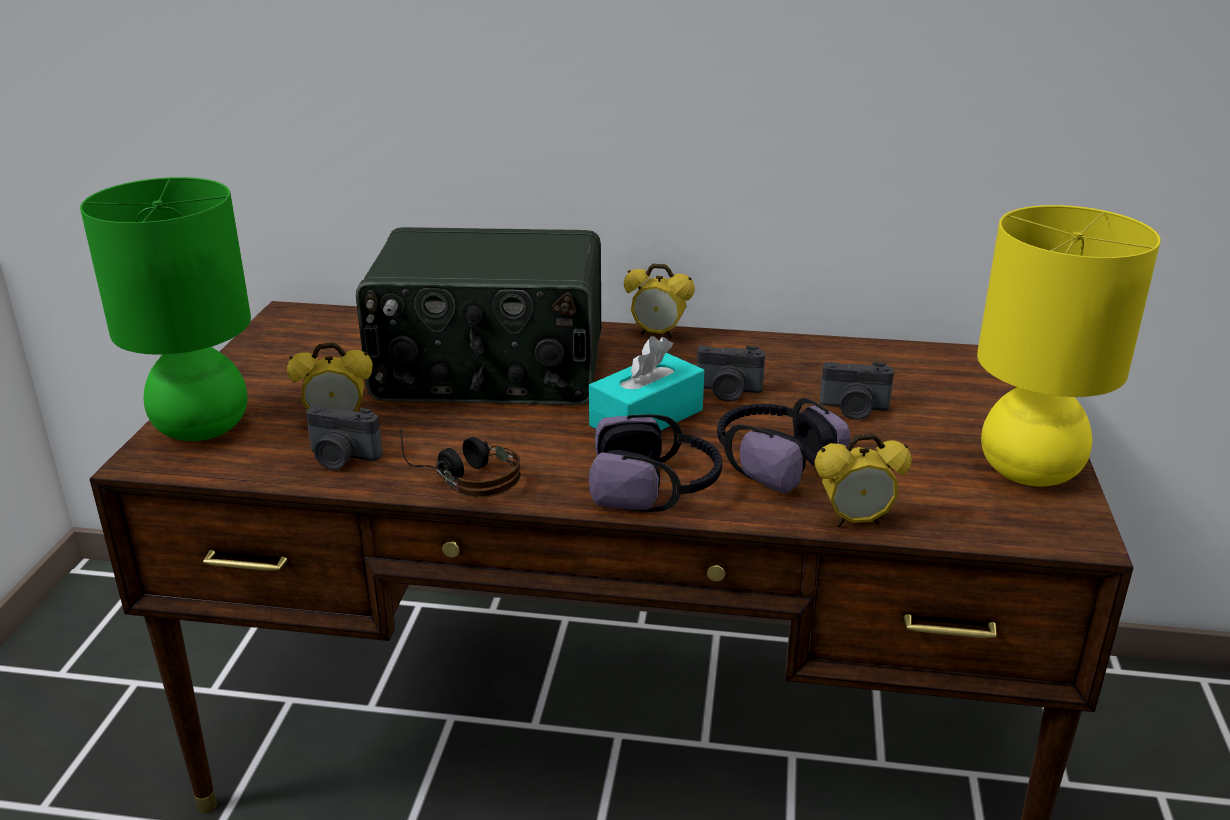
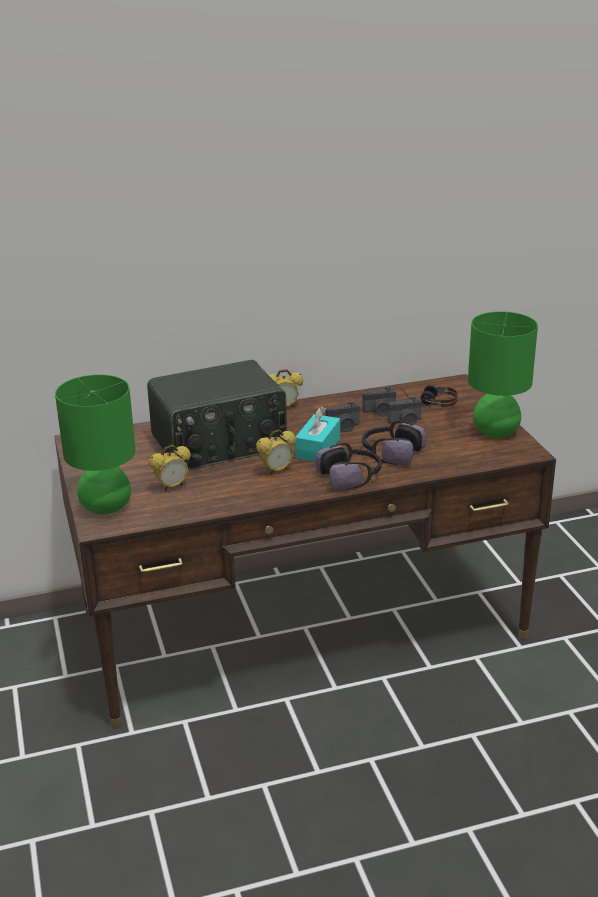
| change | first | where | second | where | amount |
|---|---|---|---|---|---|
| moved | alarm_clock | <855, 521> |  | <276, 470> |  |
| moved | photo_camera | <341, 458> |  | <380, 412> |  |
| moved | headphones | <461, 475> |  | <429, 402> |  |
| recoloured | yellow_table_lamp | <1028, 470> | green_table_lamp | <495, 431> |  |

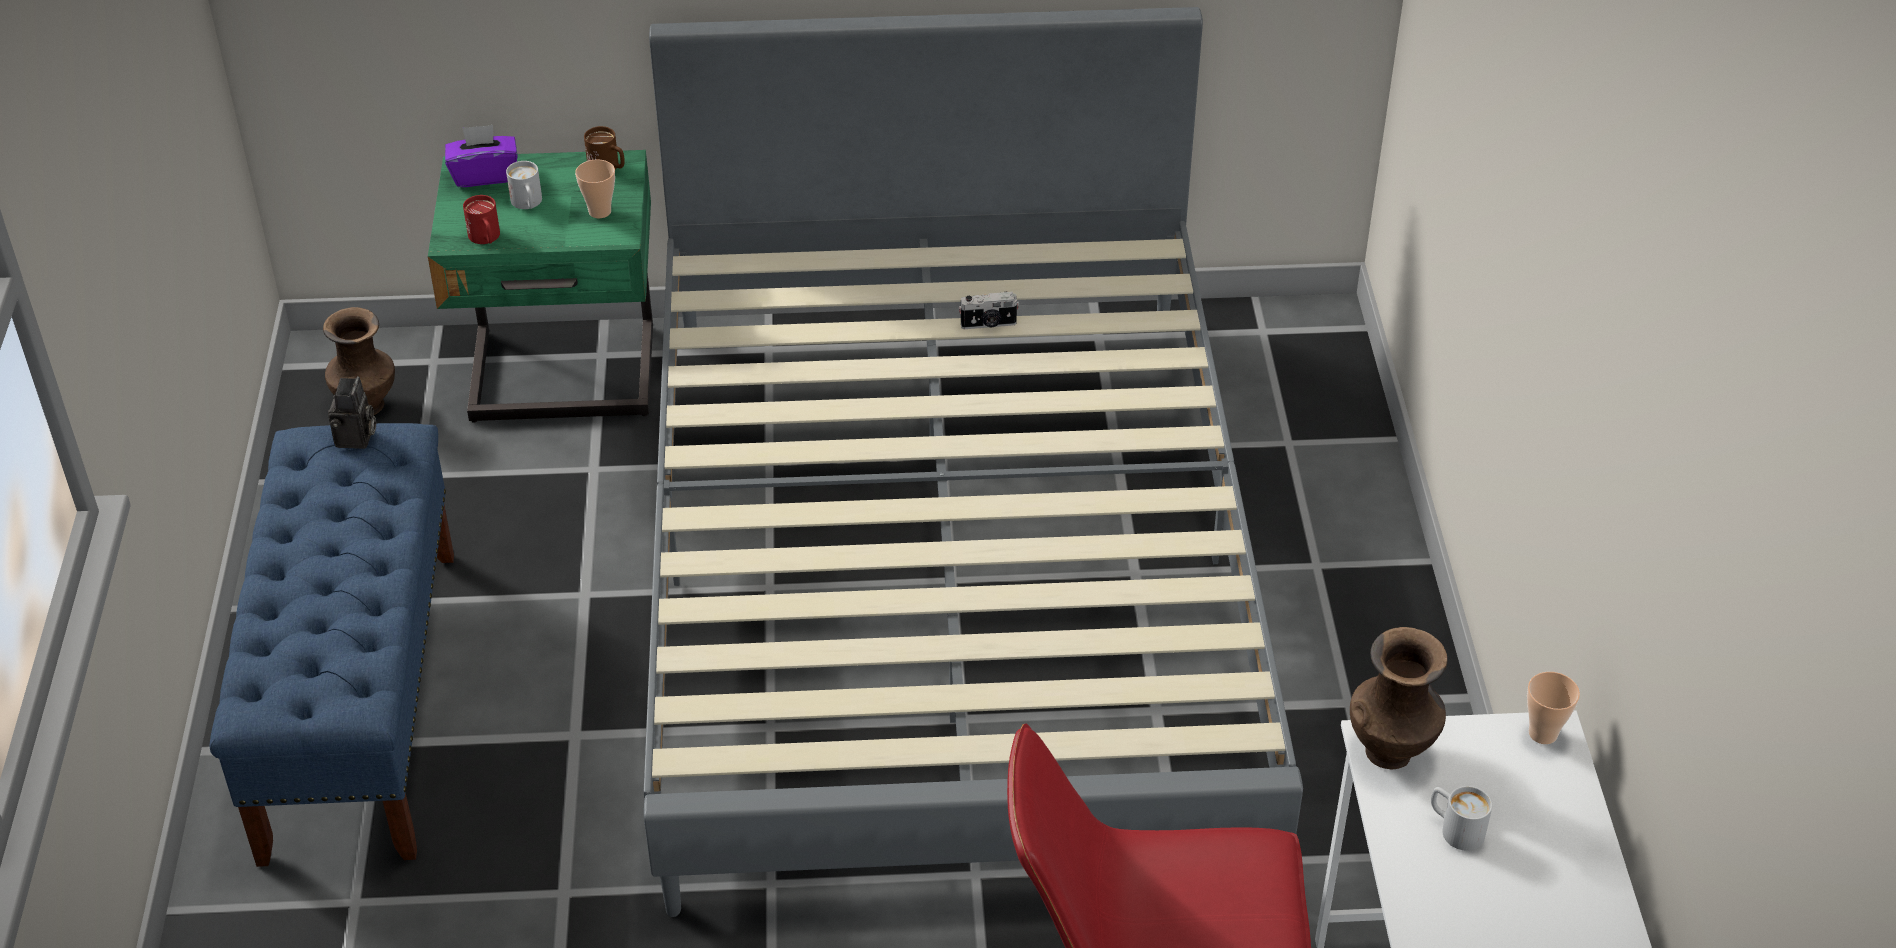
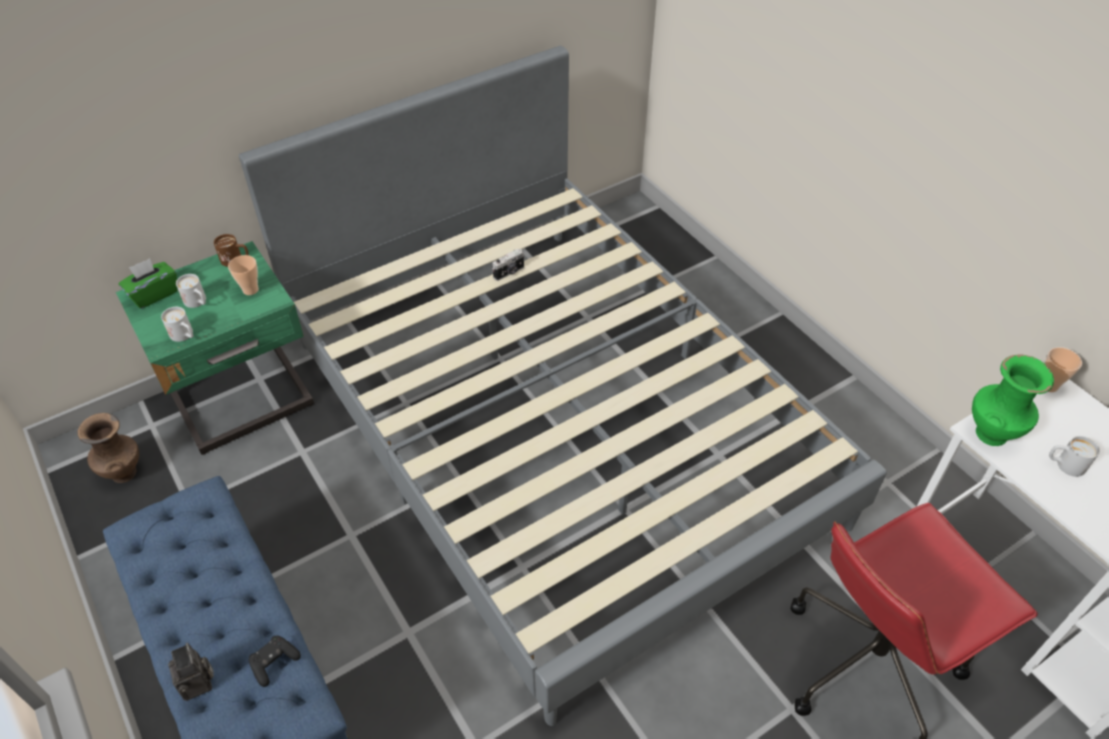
| change | first | where | second | where | amount |
|---|---|---|---|---|---|
| recoloured | purple_tissue_box | <484, 175> | green_tissue_box | <154, 294> |  |
| recoloured | red_mug | <486, 239> | white_mug | <184, 336> |  |
| moved | photo_camera | <356, 439> |  | <199, 684> |  |
| added |  |  | black_game_controller | <274, 663> |  |
| recoloured | brown_vase | <1391, 750> | green_vase | <991, 433> |  |

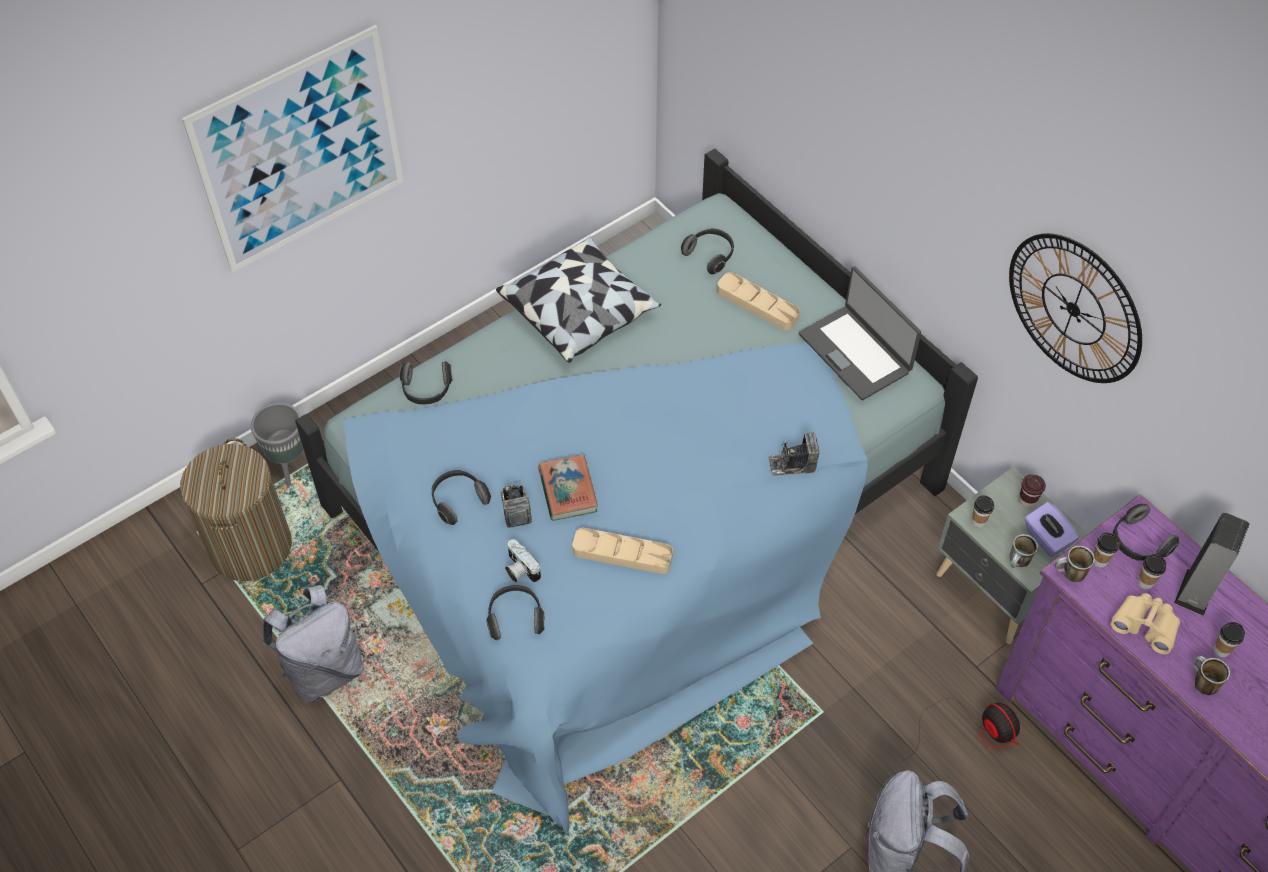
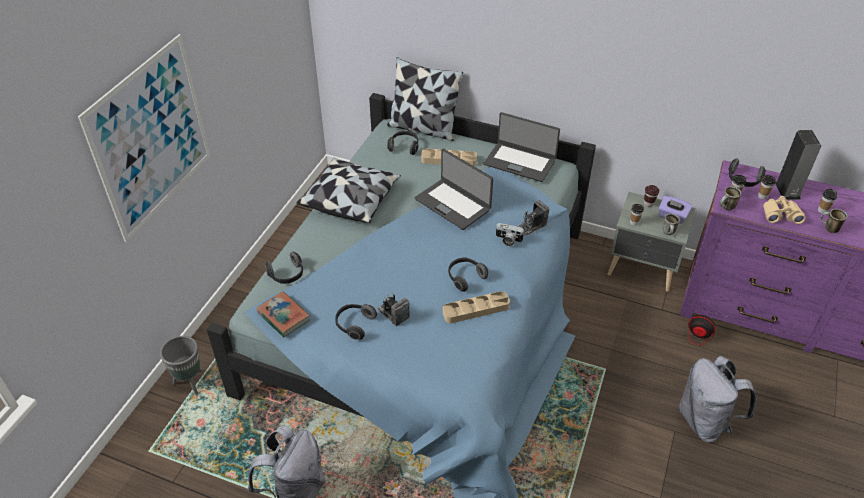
| change | first | where | second | where | amount |
|---|---|---|---|---|---|
| moved | book | <568, 490> |  | <283, 316> |  |
| added |  |  | pillow | <423, 128> |  |
| added |  |  | laptop | <453, 204> |  |
| moved | headphones | <515, 617> |  | <465, 278> |  |
| moved | photo_camera | <519, 570> |  | <508, 240> |  |
| removed | laundry_basket | <250, 546> |  |  |  |
| removed | wall_clock | <1073, 308> |  |  |  |

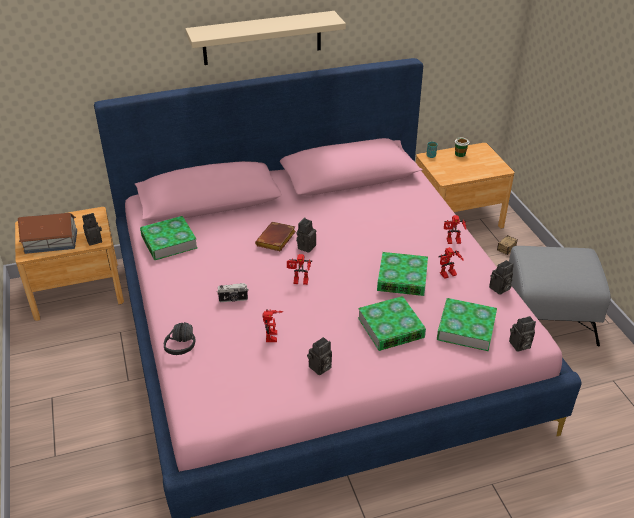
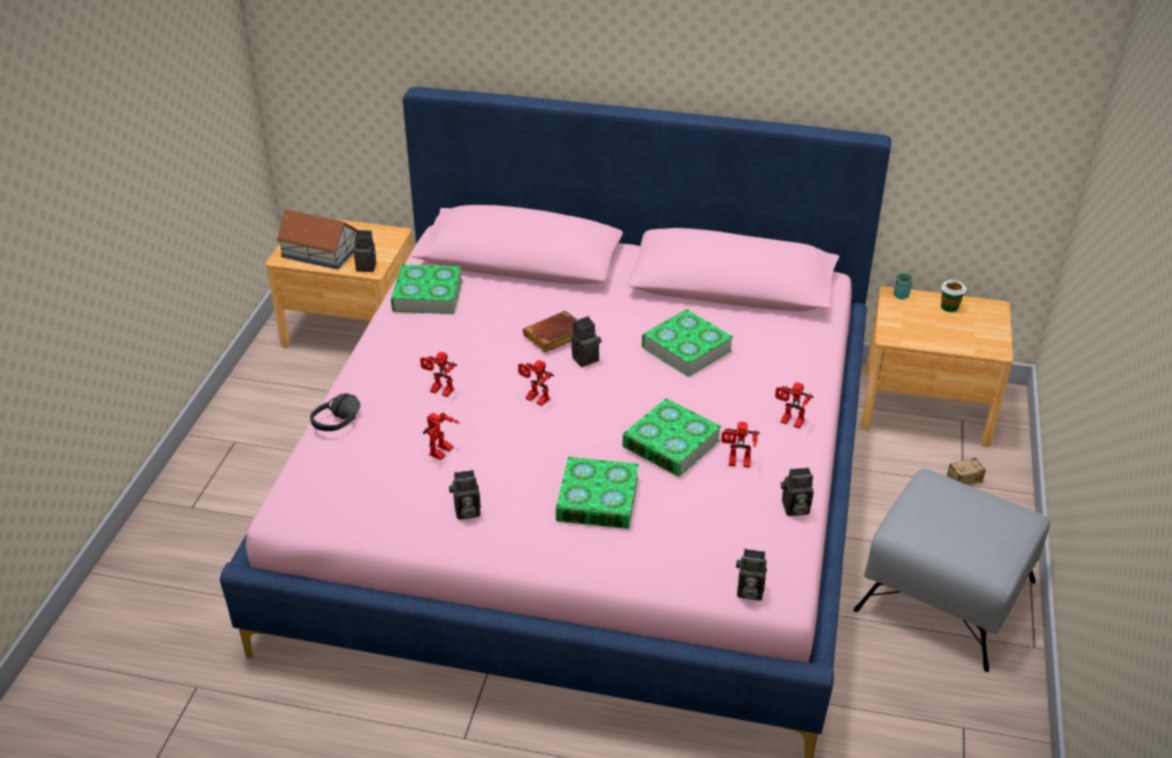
| change | first | where | second | where | amount |
|---|---|---|---|---|---|
| replaced | photo_camera | <233, 300> | toy_robot | <439, 391> |  |
| moved | book | <466, 328> |  | <686, 348> |  |
| removed | beige_shelf | <262, 38> |  |  |  |

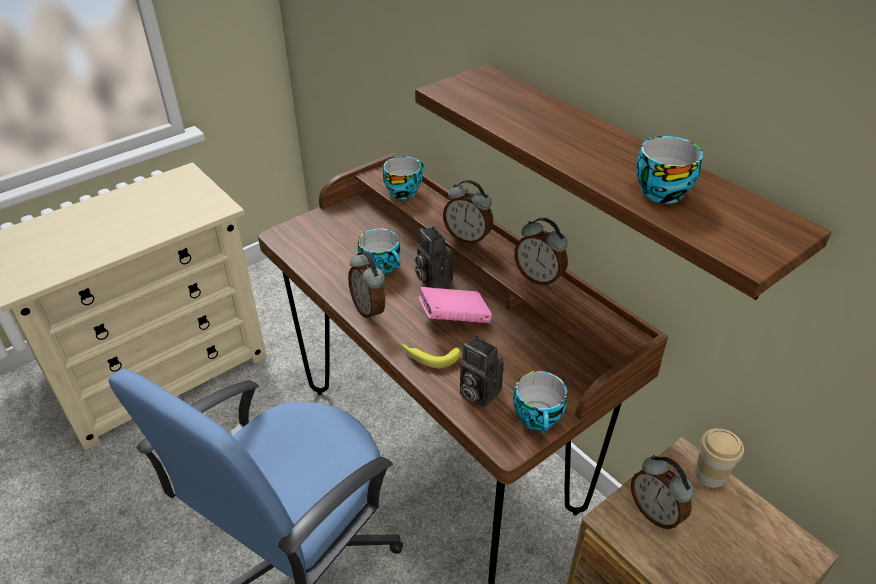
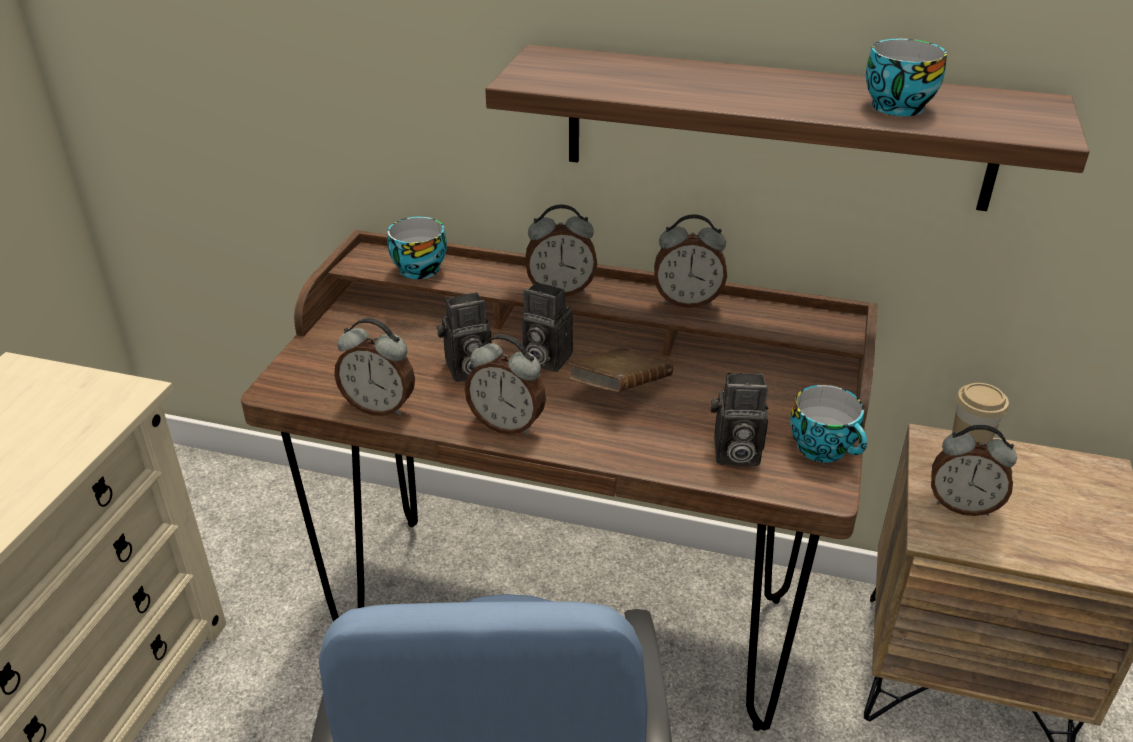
| change | first | where | second | where | amount |
|---|---|---|---|---|---|
| added |  |  | alarm_clock | <380, 407> |  |
| replaced | cup | <382, 266> | photo_camera | <467, 370> |  |
| recoloured | pink_book | <454, 318> | brown_book | <619, 390> |  |
| removed | banana | <429, 356> |  |  |  |

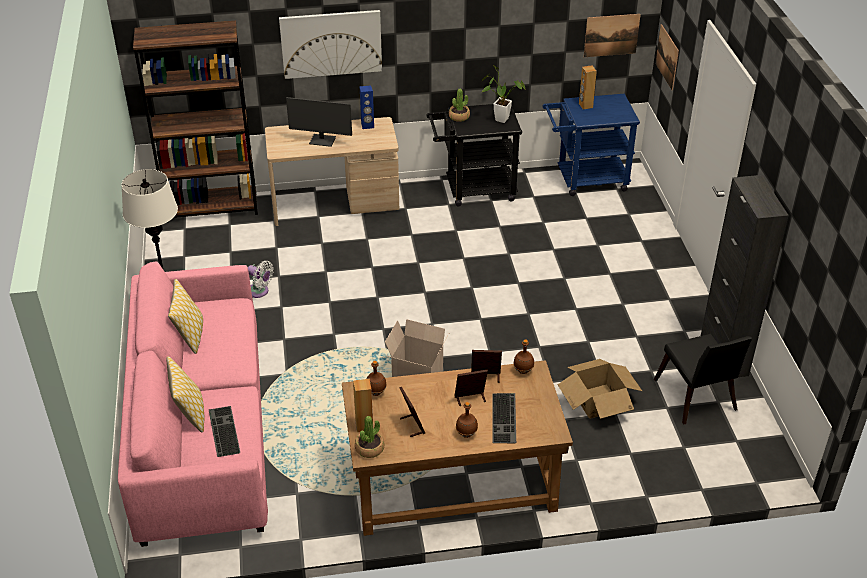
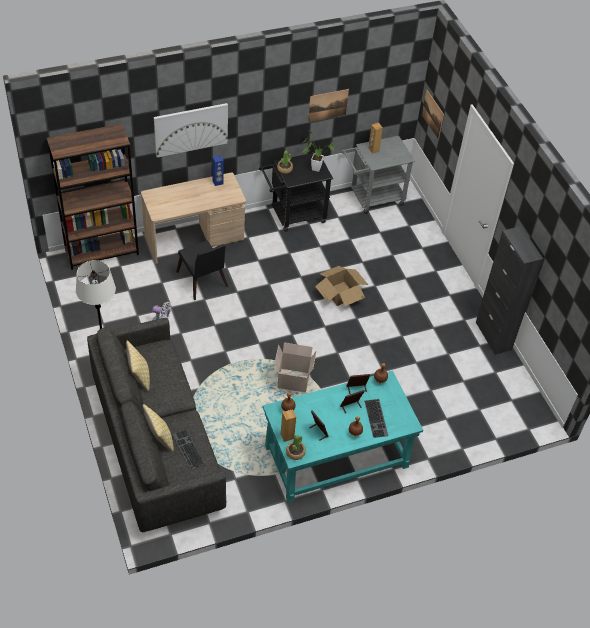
| change | first | where | second | where | amount |
|---|---|---|---|---|---|
| recoloured | pink_sofa | <202, 433> | grey_sofa | <156, 442> |  |
| moved | black_chair | <696, 399> |  | <203, 282> |  |
| recoloured | brown_desk | <452, 483> | turquoise_desk | <336, 456> |  |
| moved | picture | <611, 35> |  | <328, 105> |  |
| moved | cardboard_box | <598, 401> |  | <340, 293> |  |
| recoloured | blue_cart | <585, 180> | grey_cart | <372, 198> |  |
| removed | monitor | <322, 141> |  |  |  |

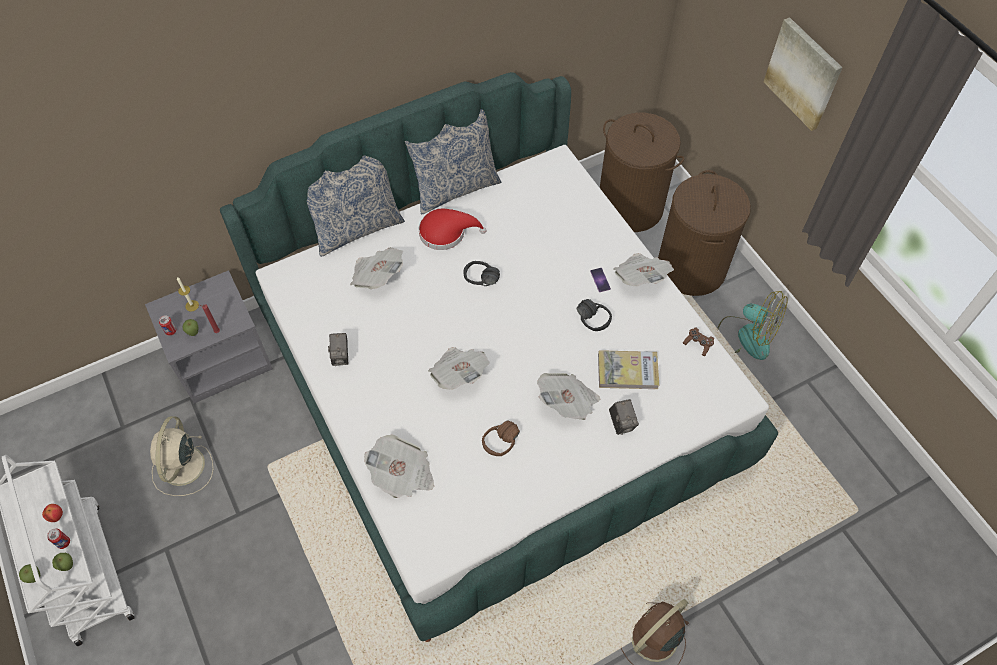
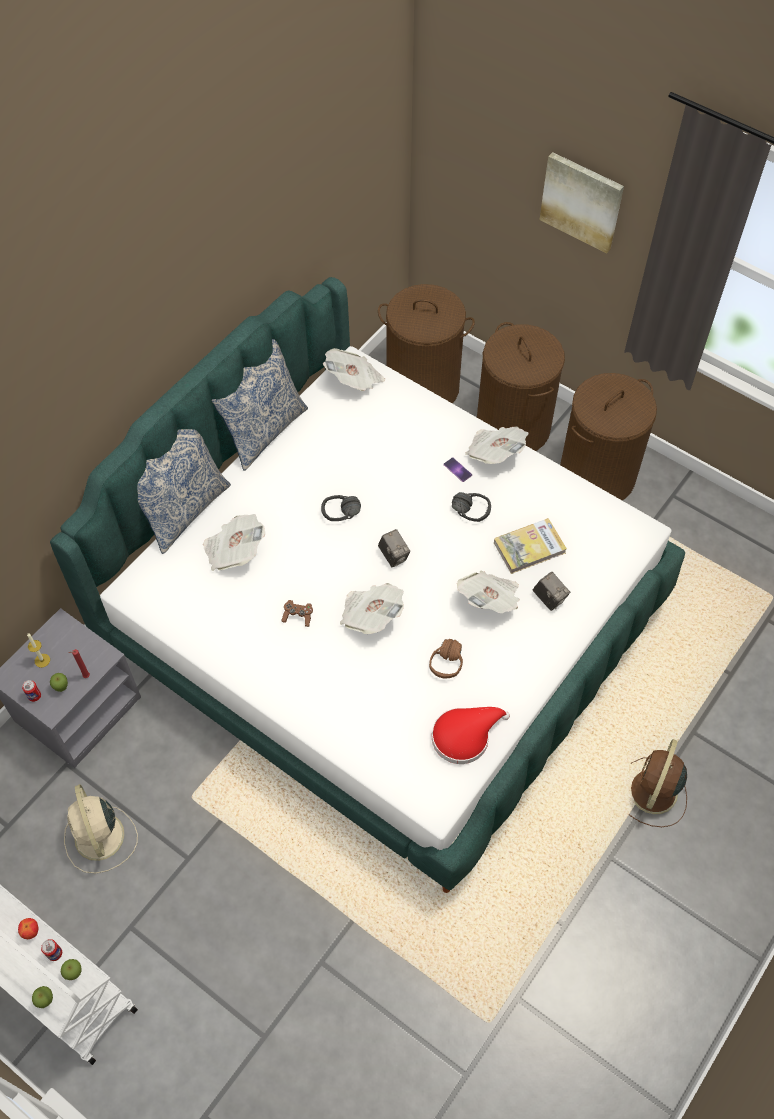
| change | first | where | second | where | amount |
|---|---|---|---|---|---|
| moved | brown_game_controller | <698, 344> |  | <298, 616> |  |
| moved | newspaper | <403, 475> |  | <354, 380> |  |
| moved | photo_camera | <341, 356> |  | <393, 556> |  |
| moved | red_hat | <446, 232> |  | <465, 735> |  |
| replaced | fan | <745, 337> | brown_laundry_basket | <596, 475> |  |

